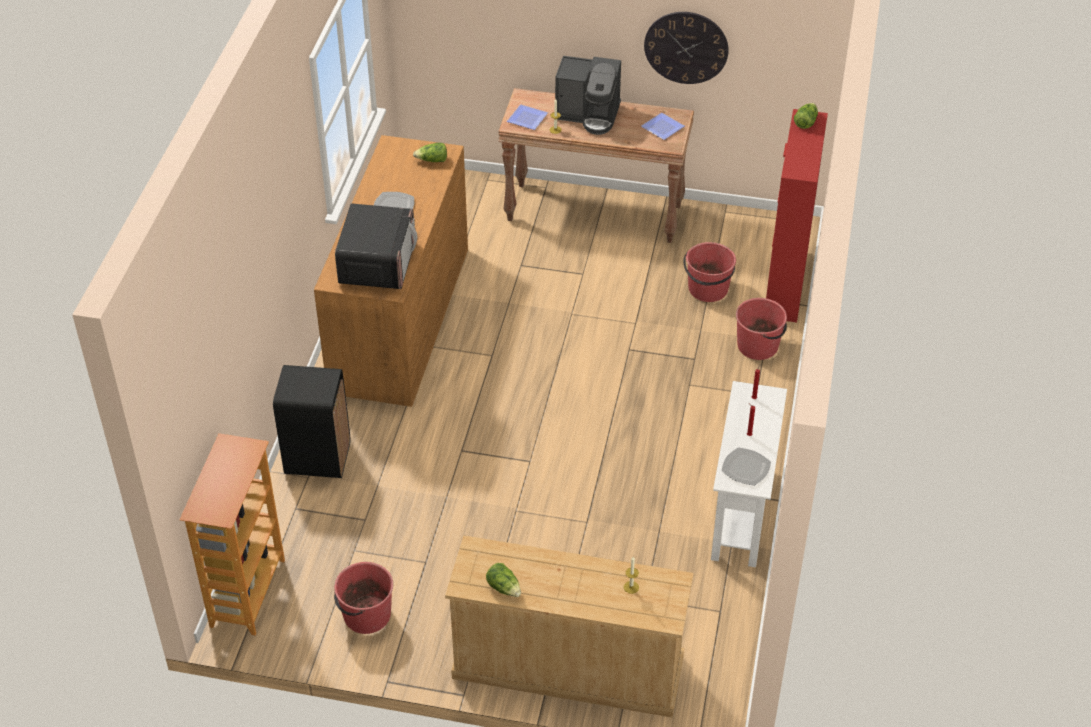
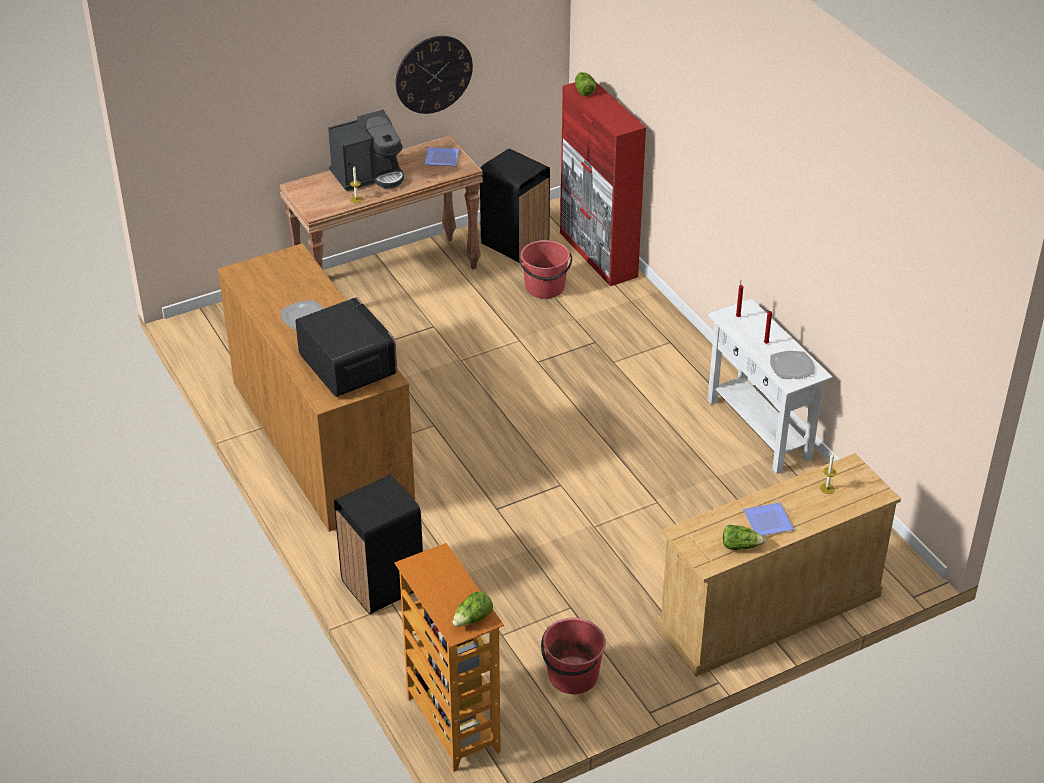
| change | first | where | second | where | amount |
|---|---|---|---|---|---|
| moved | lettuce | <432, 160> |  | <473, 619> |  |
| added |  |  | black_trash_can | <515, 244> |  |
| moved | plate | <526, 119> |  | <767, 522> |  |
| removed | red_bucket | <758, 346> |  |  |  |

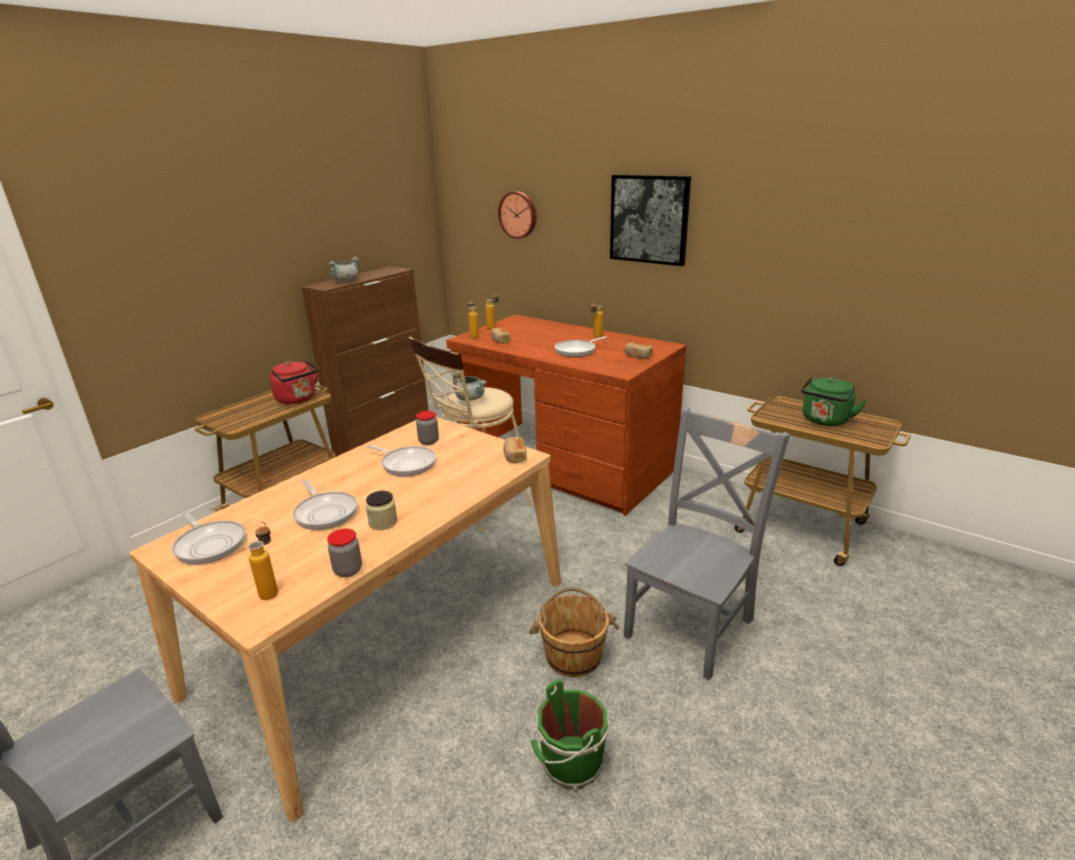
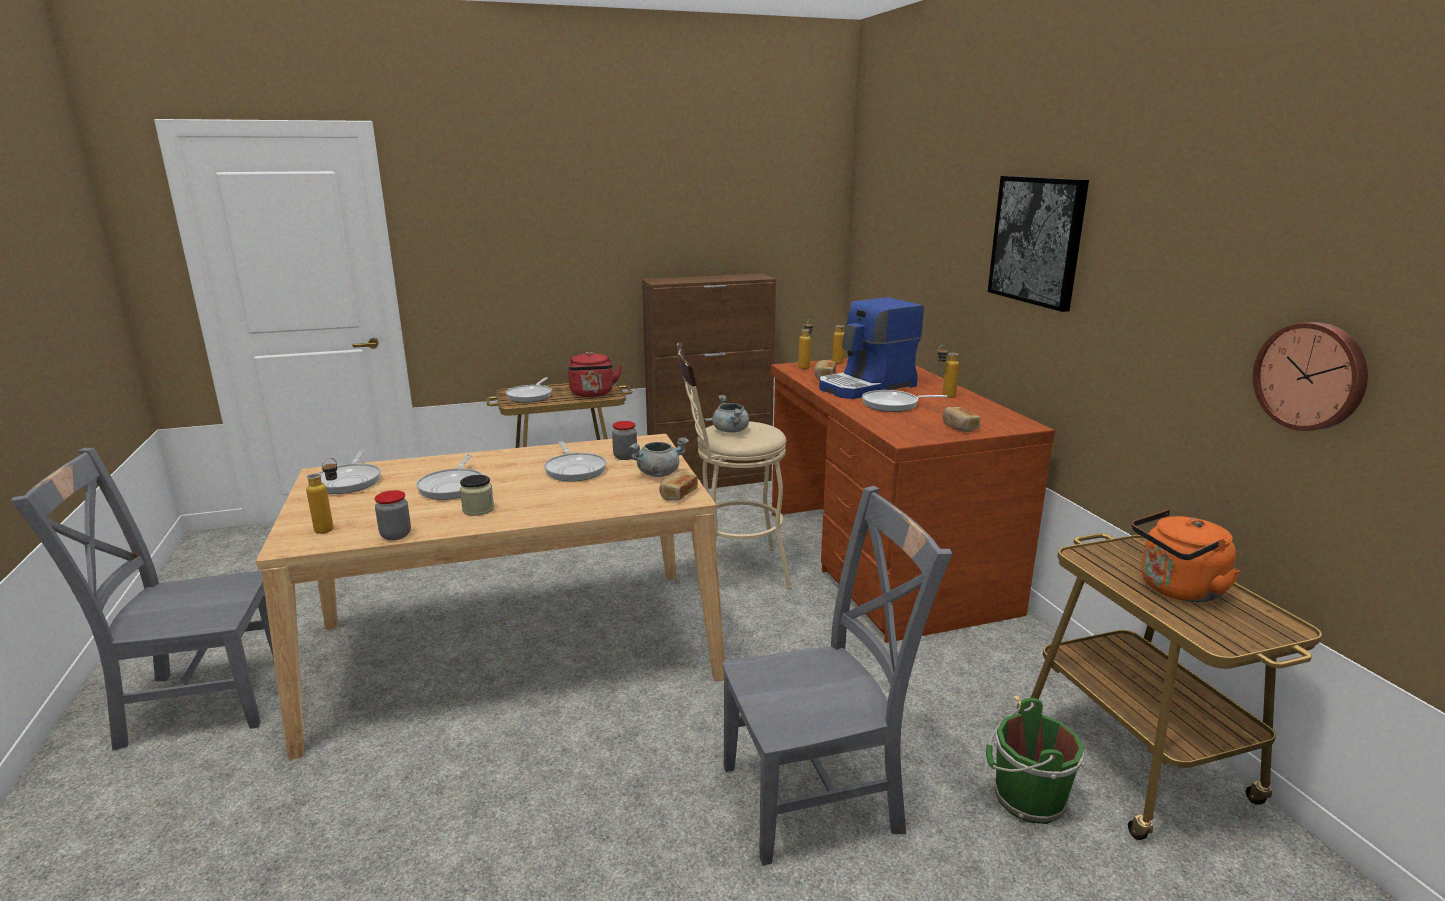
| change | first | where | second | where | amount |
|---|---|---|---|---|---|
| added |  |  | frying_pan | <531, 396> |  |
| moved | grey_cooking_pot | <345, 281> |  | <658, 473> |  |
| added |  |  | coffee_machine | <867, 387> |  |
| moved | green_bucket | <570, 765> |  | <1026, 799> |  |
| recoloured | green_kettle | <825, 421> | orange_kettle | <1177, 590> |  |
| moved | wall_clock | <518, 215> |  | <1311, 376> |  |
| removed | brown_bucket | <573, 654> |  |  |  |

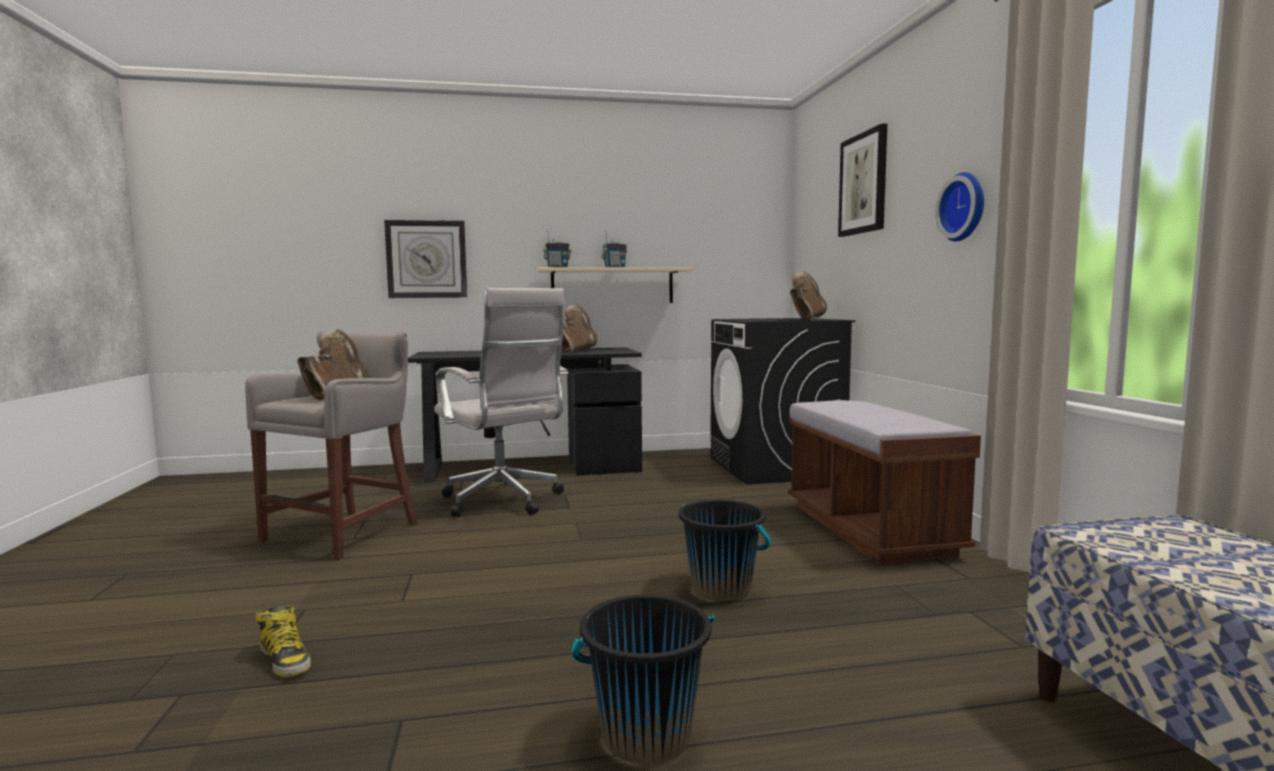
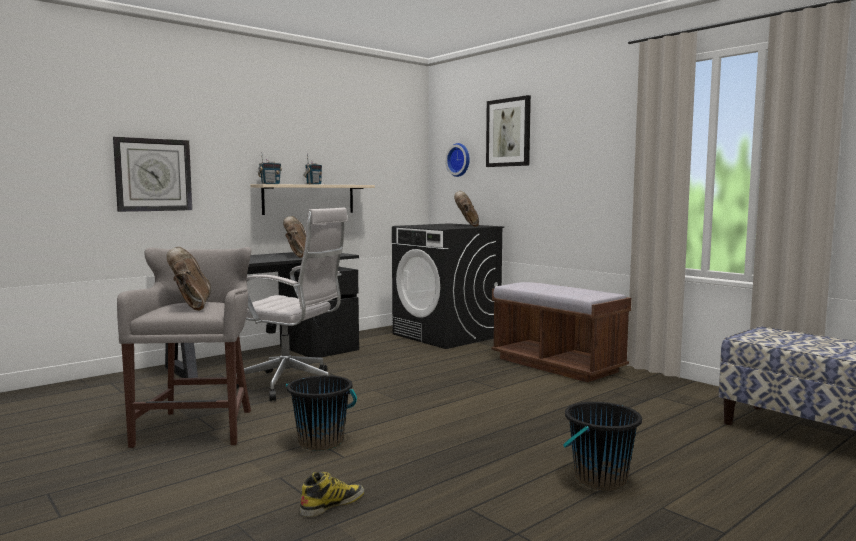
| change | first | where | second | where | amount |
|---|---|---|---|---|---|
| moved | black_bucket | <721, 588> |  | <321, 442> |  |
| turned | boot | <285, 659> |  | <332, 504> | 60 degrees counterclockwise |
| moved | wall_clock | <965, 207> |  | <459, 160> |  |

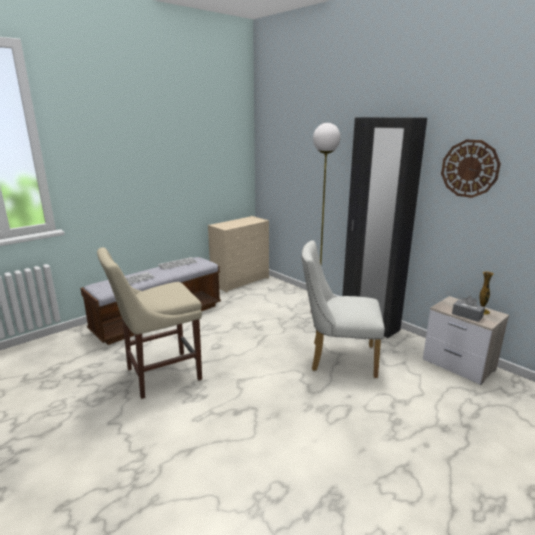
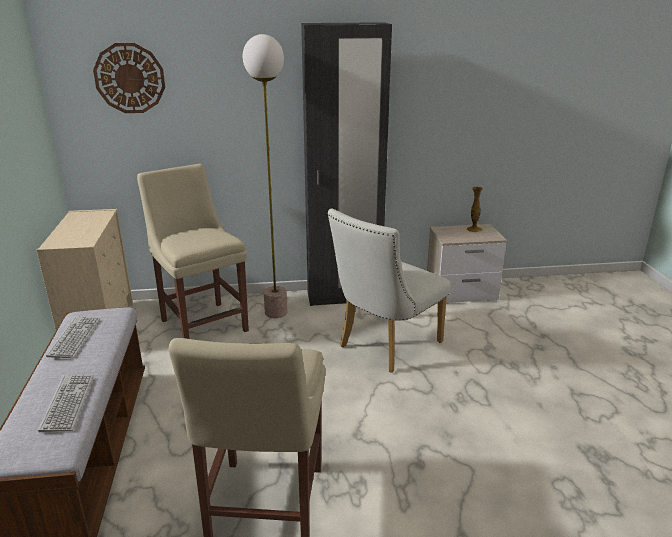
| change | first | where | second | where | amount |
|---|---|---|---|---|---|
| moved | wall_clock | <469, 168> |  | <130, 78> |  |
| added |  |  | beige_chair | <203, 323> |  |
| removed | grey_tissue_box | <467, 315> |  |  |  |

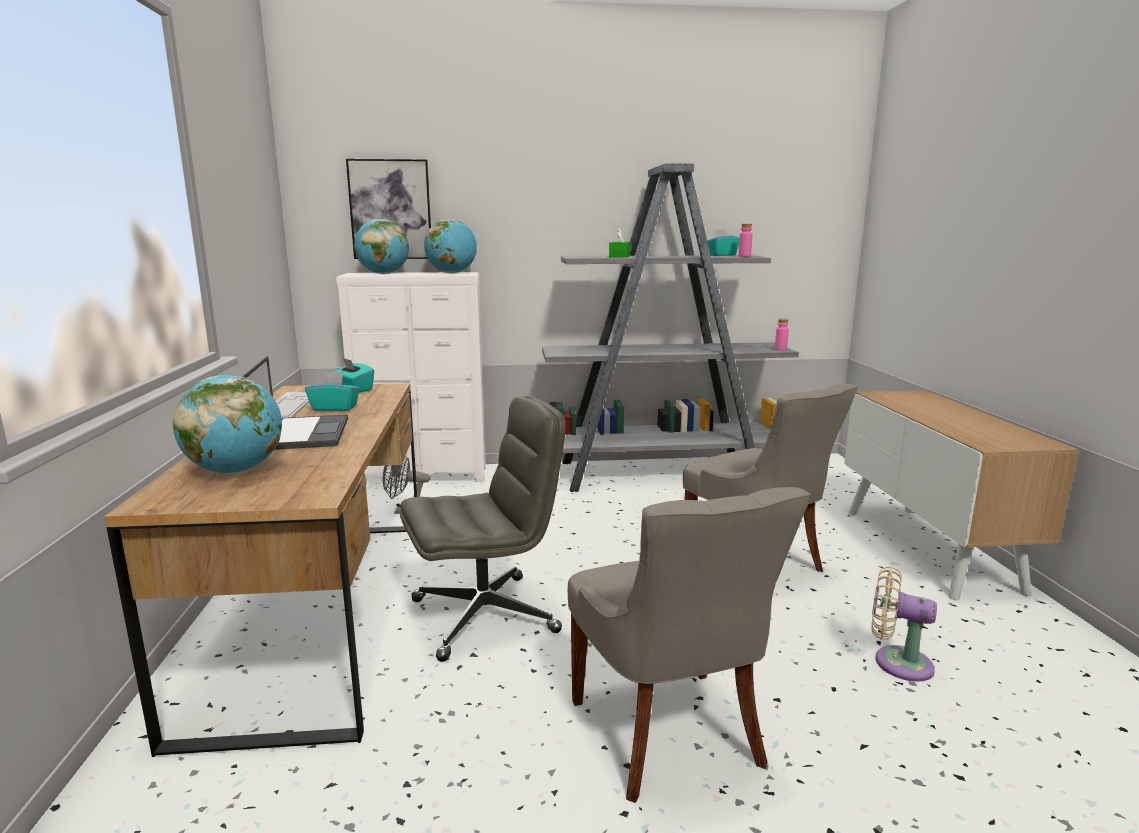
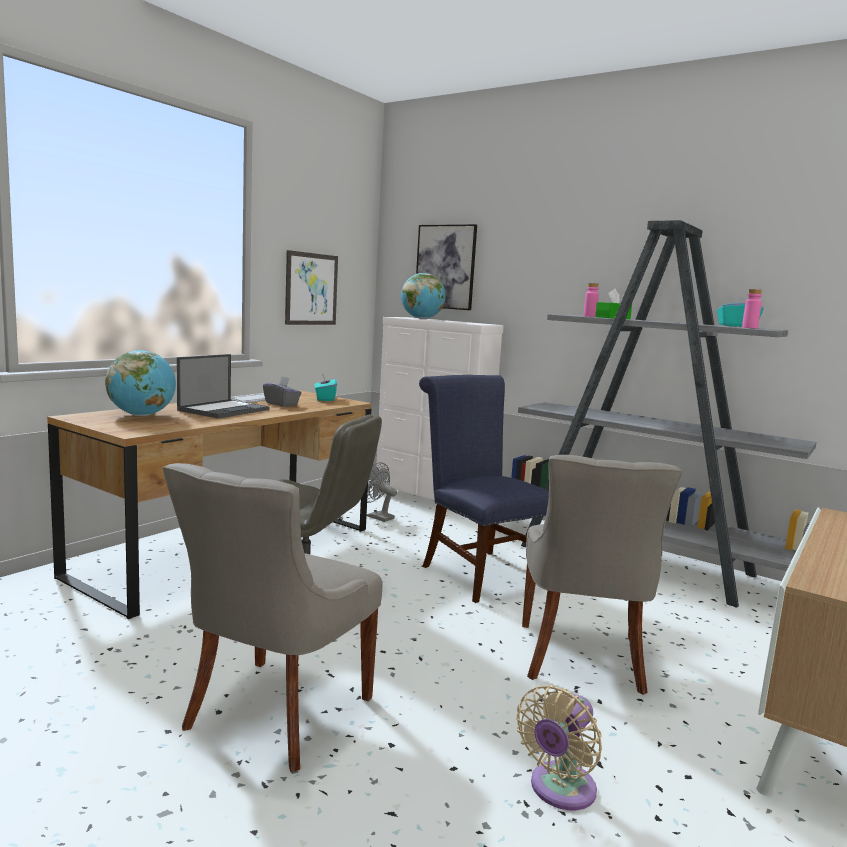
| change | first | where | second | where | amount |
|---|---|---|---|---|---|
| recoloured | turquoise_tissue_box | <335, 408> | grey_tissue_box | <282, 404> |  |
| added |  |  | picture | <311, 289> |  |
| added |  |  | blue_chair | <479, 572> |  |
| turned | beige_fan | <896, 662> |  | <559, 790> | 120 degrees counterclockwise |
| moved | pink_bottle | <780, 349> |  | <589, 316> |  |
| removed | globe | <452, 273> |  |  |  |

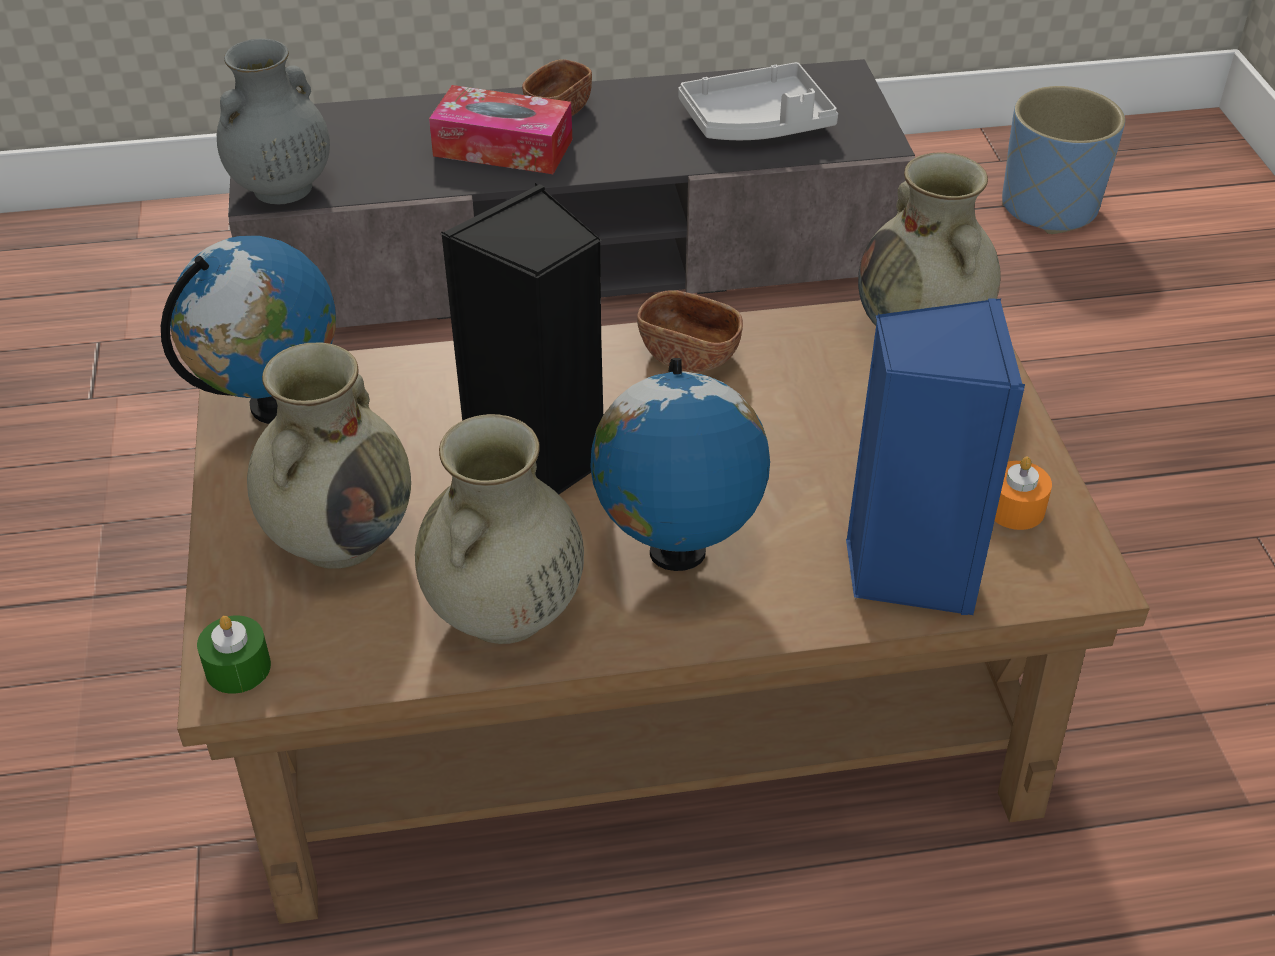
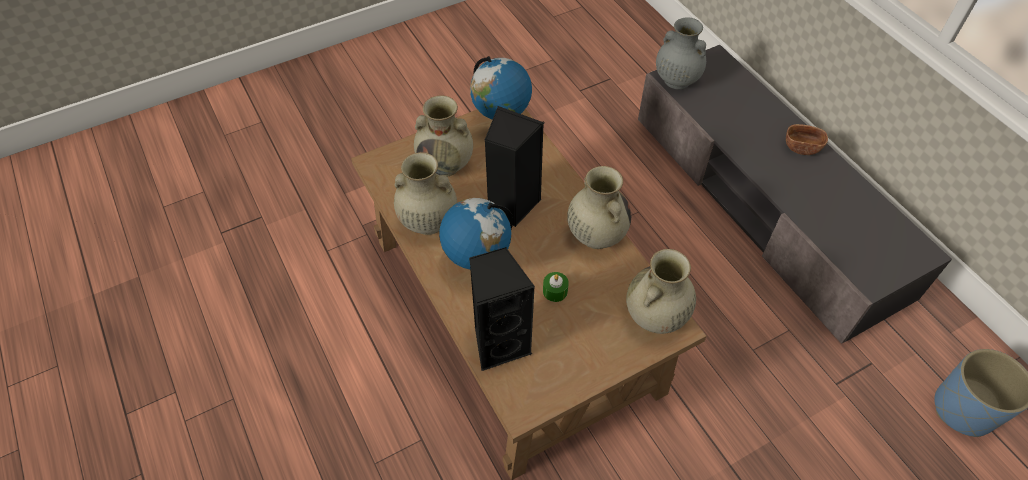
| change | first | where | second | where | amount |
|---|---|---|---|---|---|
| recoloured | blue_speaker | <908, 568> | black_speaker | <499, 343> |  |
| moved | green_candle | <238, 668> |  | <555, 291> |  |
| replaced | brown_bowl | <689, 354> | beige_vase | <595, 235> |  |
| removed | tissue_box | <503, 147> |  |  |  |
| removed | grey_tray | <757, 123> |  |  |  |
| removed | orange_candle | <1015, 508> |  |  |  |

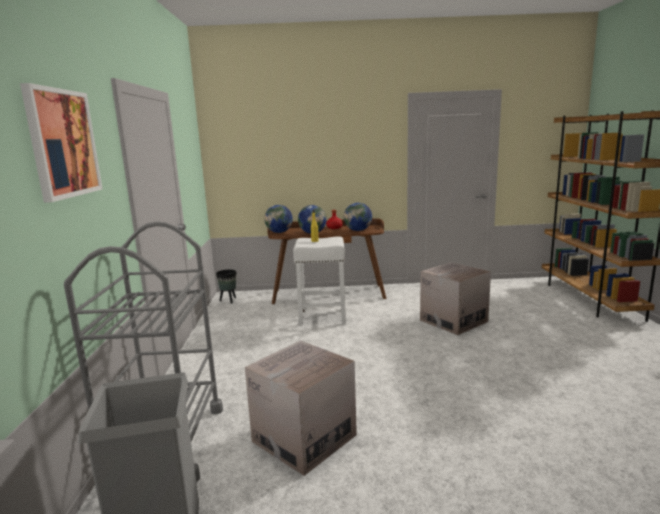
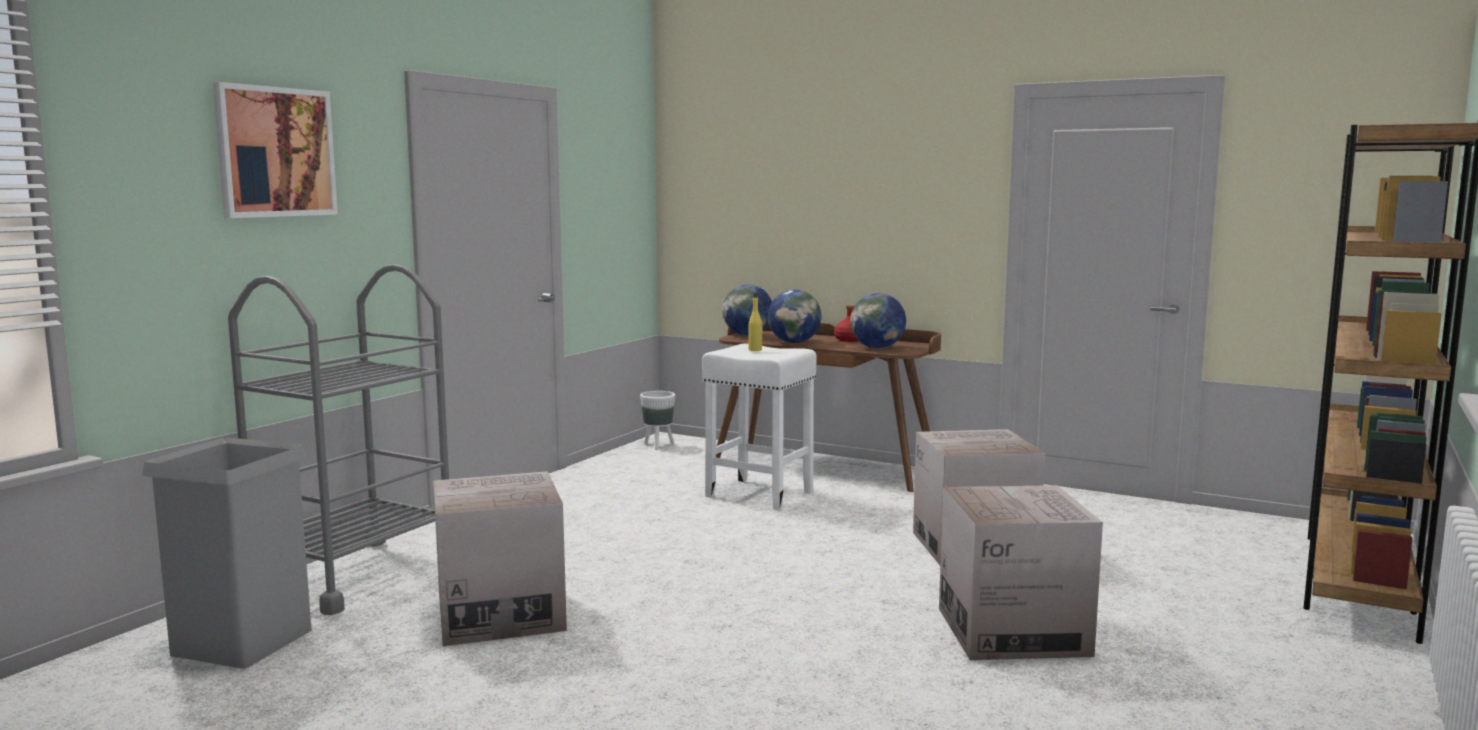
| change | first | where | second | where | amount |
|---|---|---|---|---|---|
| recoloured | black_planter | <229, 300> | white_planter | <658, 446> |  |
| added |  |  | cardboard_box | <1012, 631> |  |

